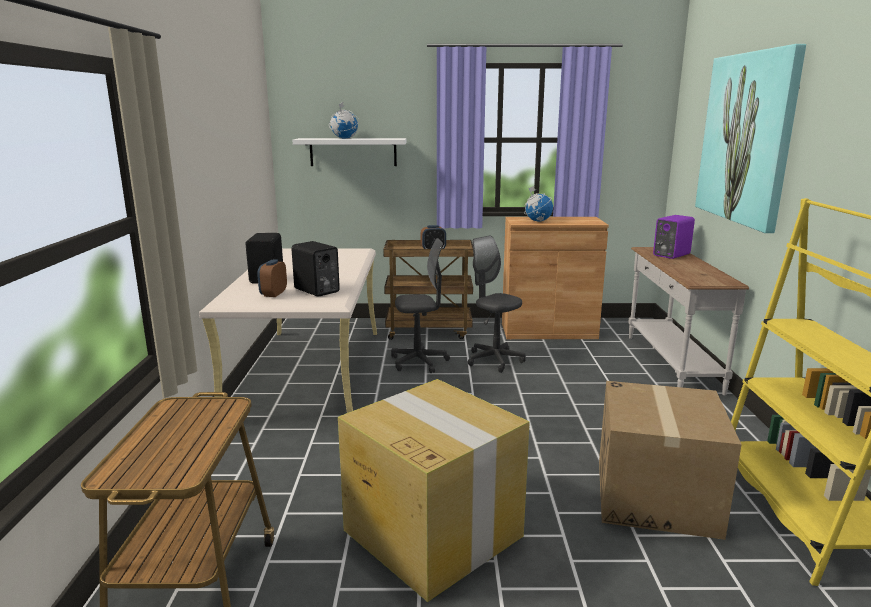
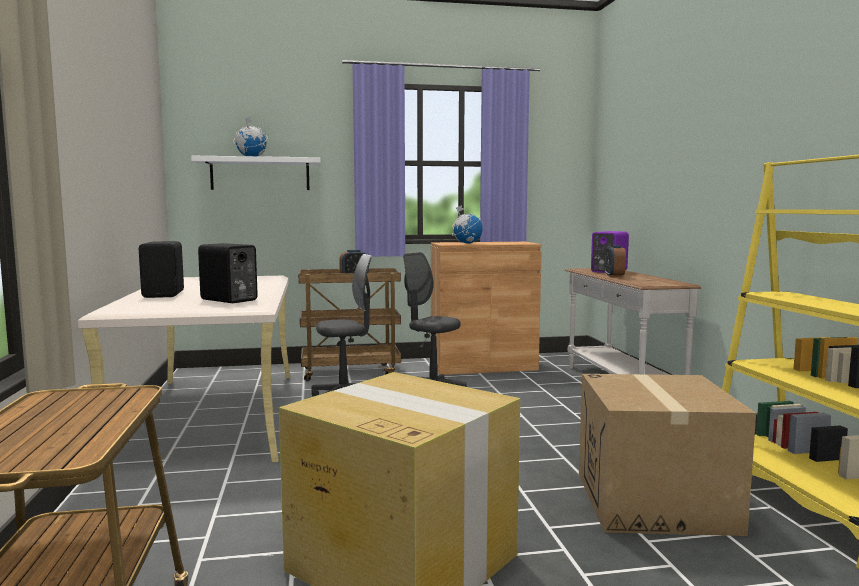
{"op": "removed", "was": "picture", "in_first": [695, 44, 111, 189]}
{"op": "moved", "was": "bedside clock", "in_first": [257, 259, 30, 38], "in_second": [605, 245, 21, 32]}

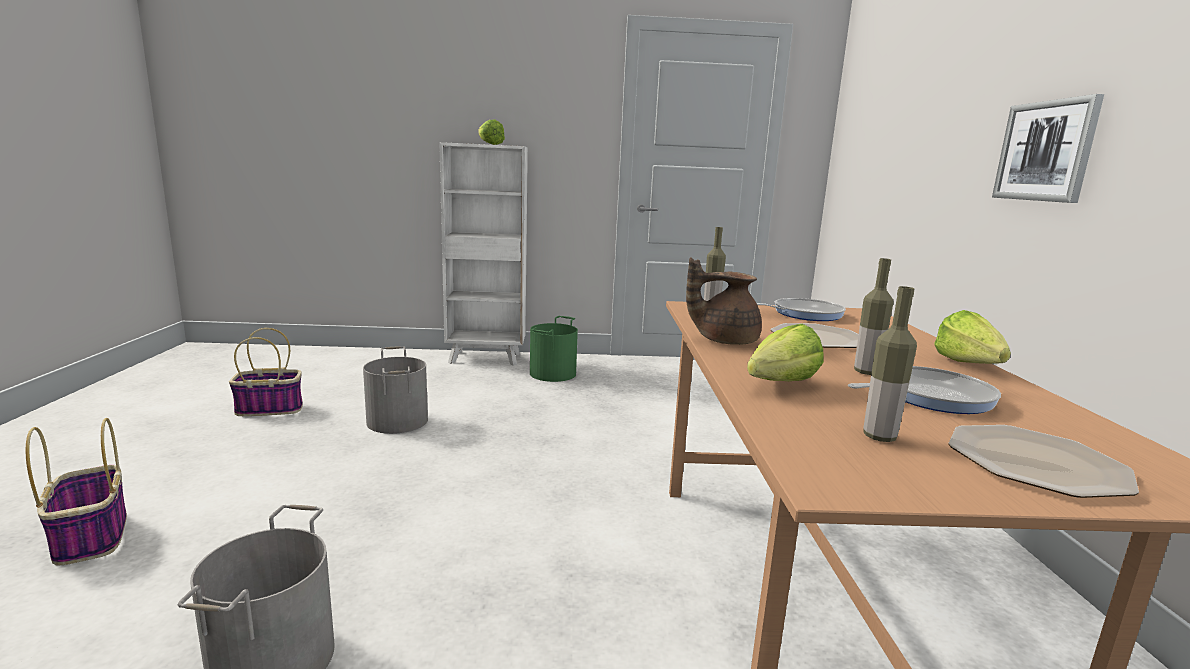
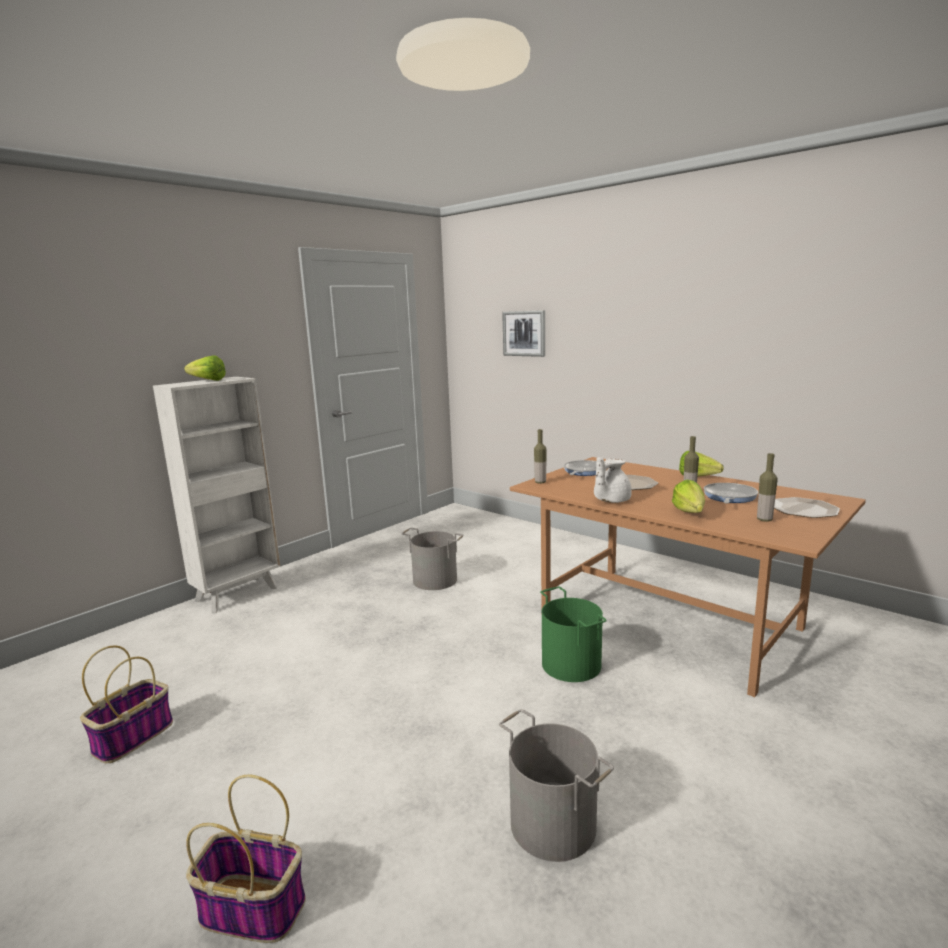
{"op": "moved", "was": "grey water bucket", "in_first": [363, 346, 65, 88], "in_second": [401, 528, 63, 62]}
{"op": "moved", "was": "green water bucket", "in_first": [530, 316, 48, 66], "in_second": [540, 586, 67, 96]}
{"op": "moved", "was": "picture", "in_first": [992, 94, 112, 109], "in_second": [502, 310, 43, 47]}
{"op": "recoloured", "was": "brown tea pot", "now": "white-coloured tea pot", "in_first": [686, 258, 76, 87], "in_second": [594, 457, 38, 46]}

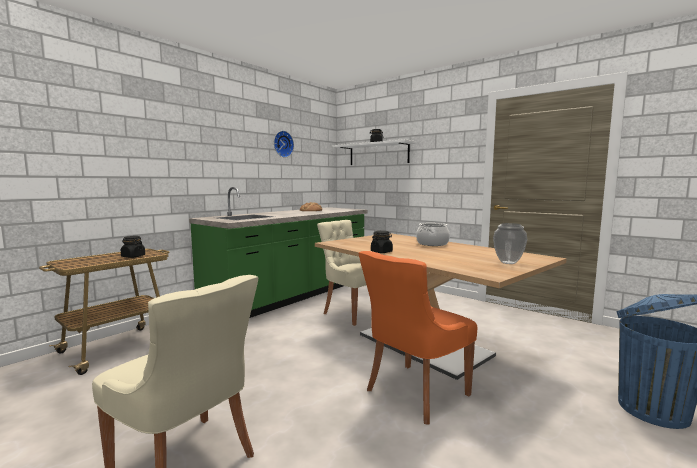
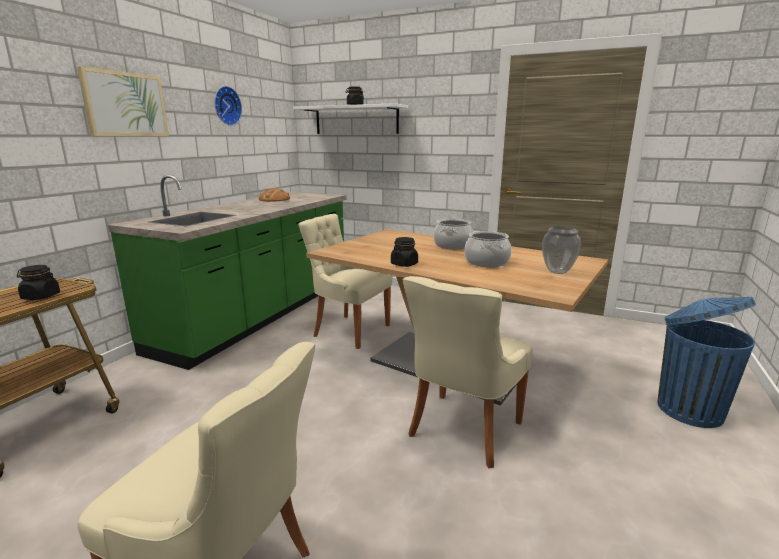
{"op": "added", "now": "picture", "in_second": [77, 66, 92, 70]}
{"op": "added", "now": "saucepot", "in_second": [464, 231, 47, 36]}
{"op": "recoloured", "was": "orangey upright chair", "now": "sand-coloured upright chair", "in_first": [358, 251, 119, 173], "in_second": [403, 276, 130, 192]}

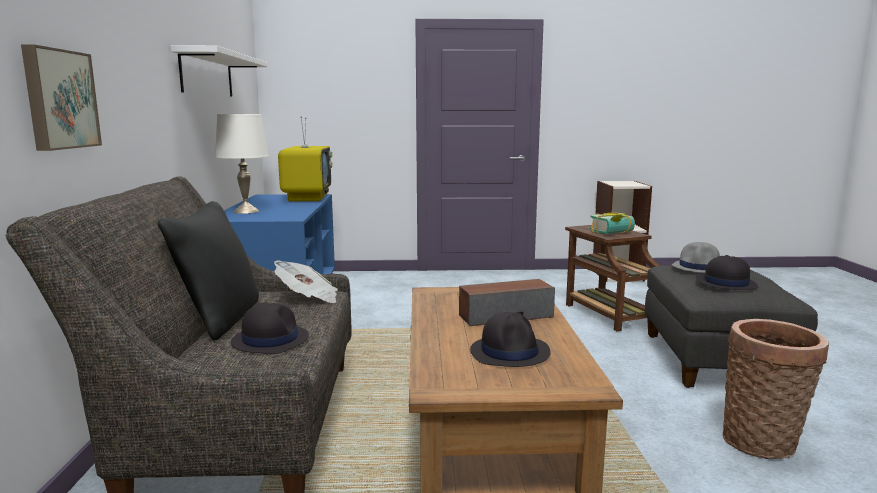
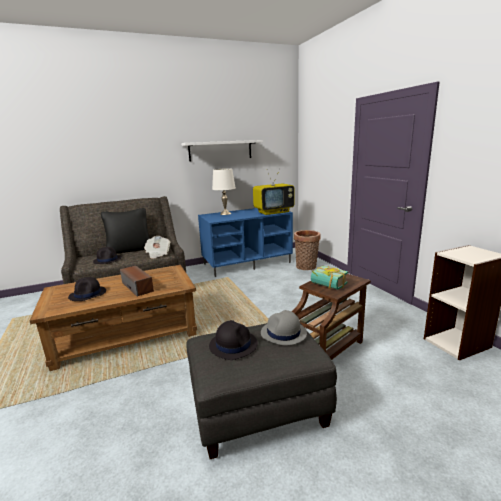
{"op": "removed", "was": "picture", "in_first": [21, 44, 81, 107]}
{"op": "moved", "was": "basket", "in_first": [723, 319, 106, 140], "in_second": [294, 230, 26, 40]}

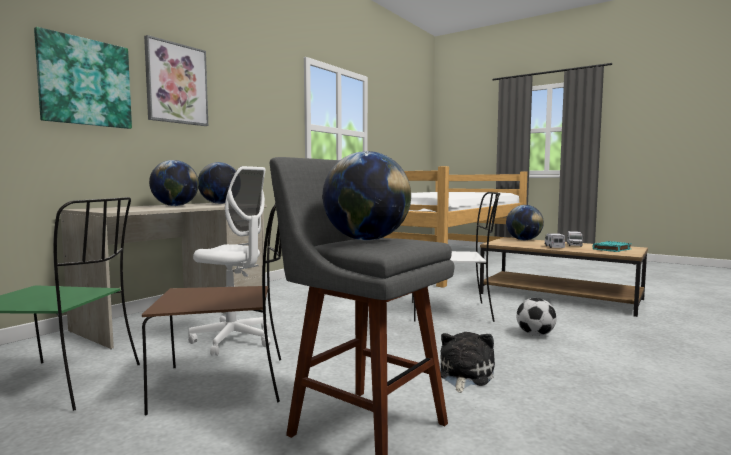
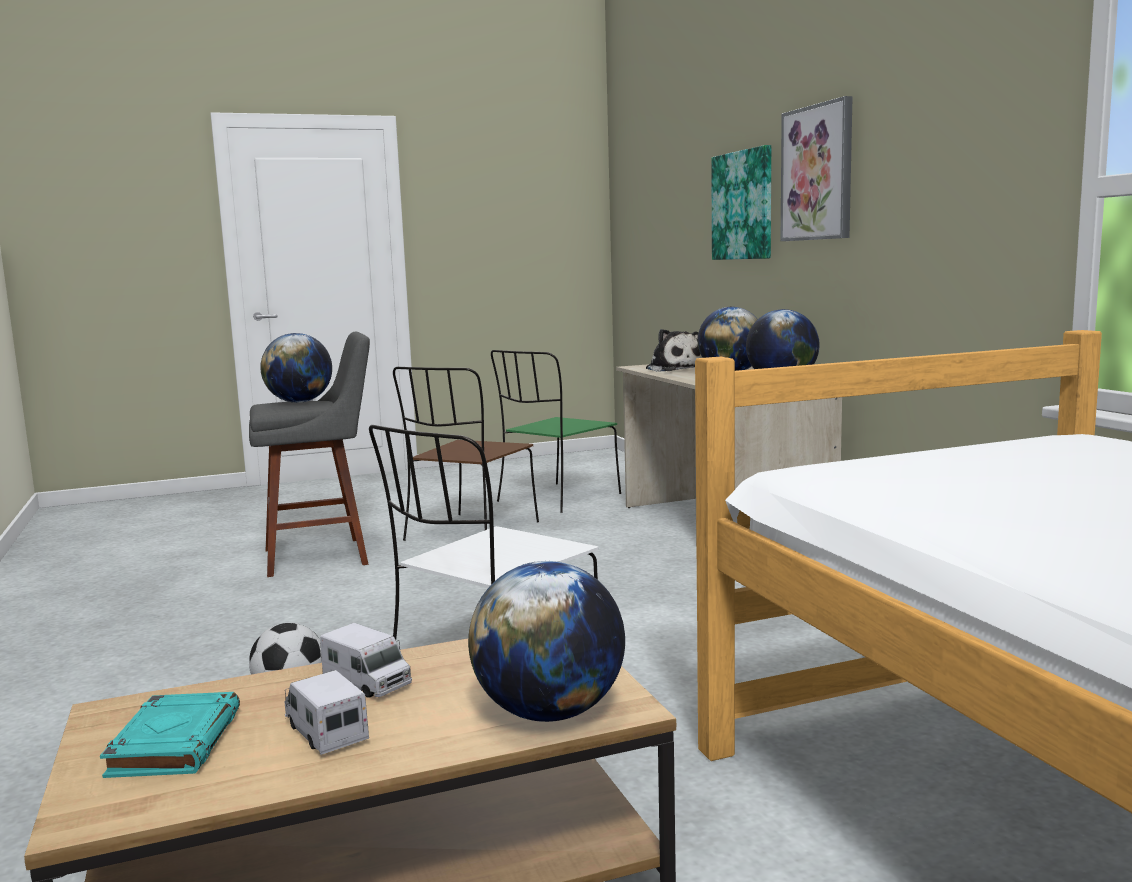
{"op": "removed", "was": "white-coloured desk chair", "in_first": [188, 166, 83, 190]}
{"op": "moved", "was": "soft toy", "in_first": [440, 332, 55, 61], "in_second": [646, 329, 56, 43]}

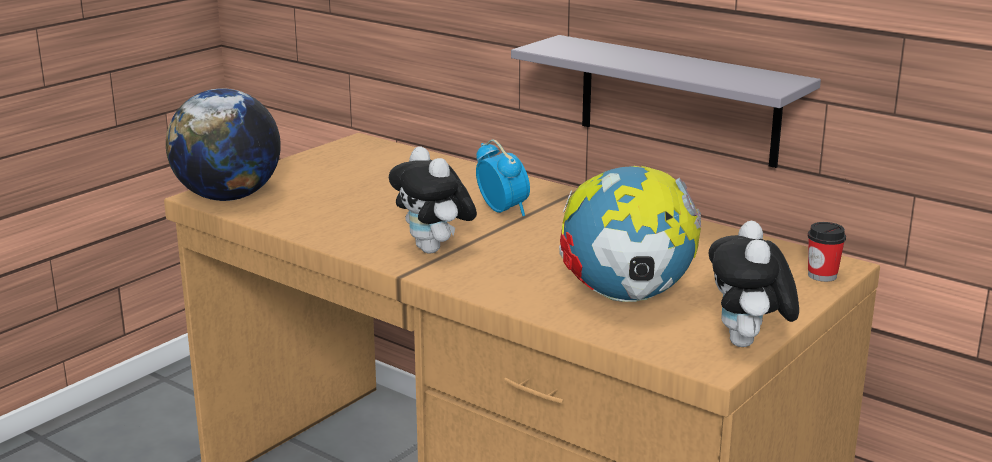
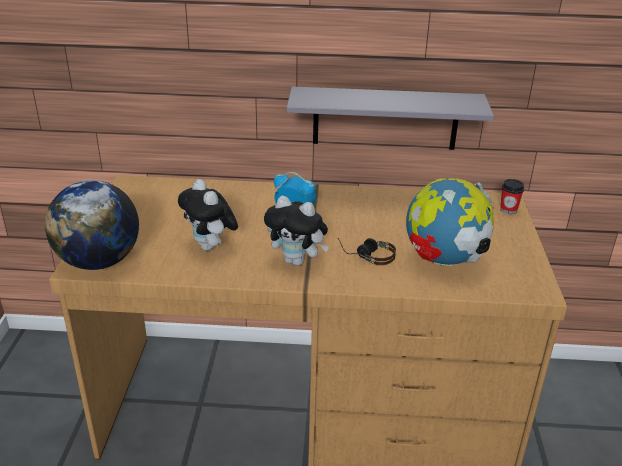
{"op": "added", "now": "pair of headphones", "in_second": [338, 238, 58, 27]}
{"op": "moved", "was": "soft toy", "in_first": [709, 221, 90, 126], "in_second": [178, 179, 60, 72]}

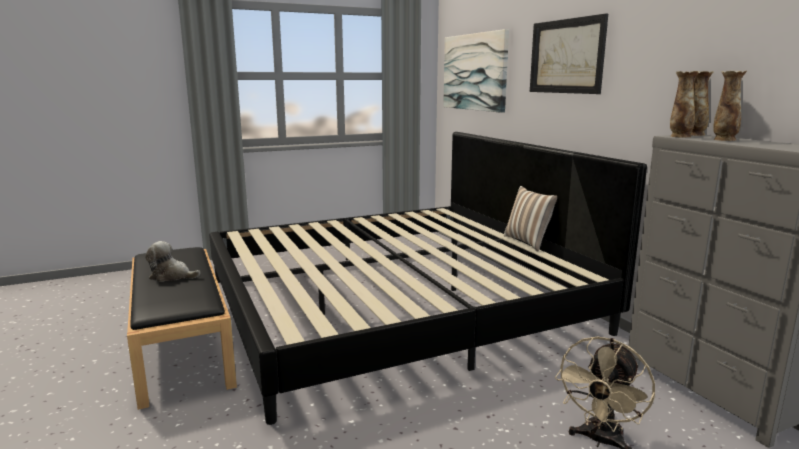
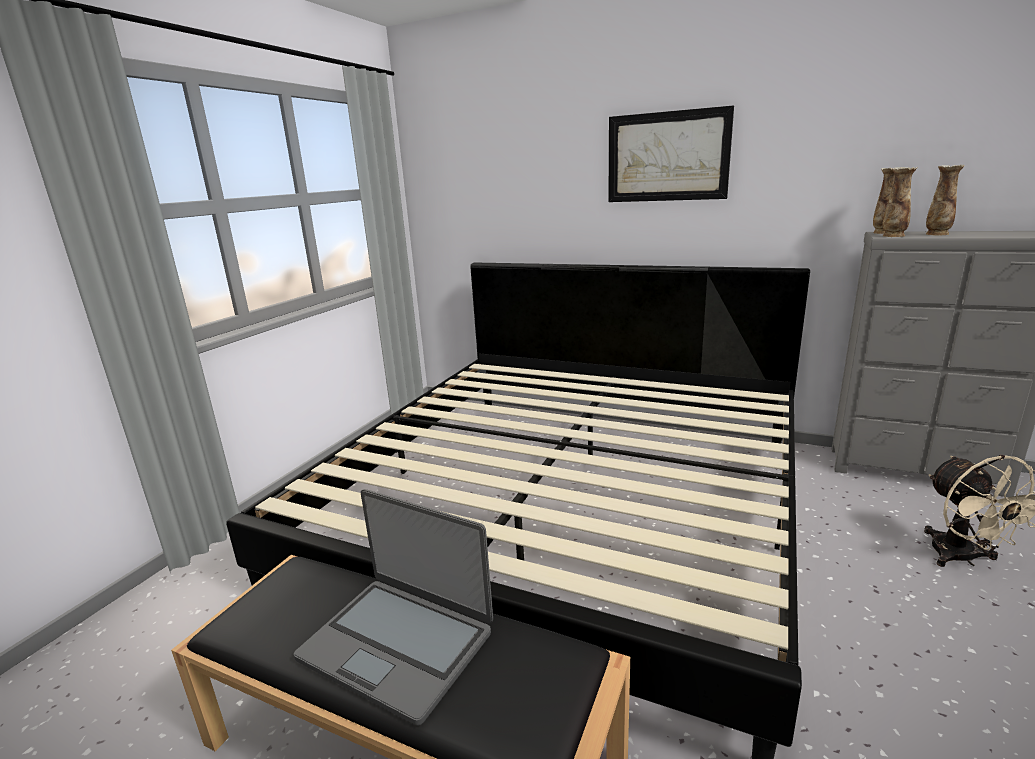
{"op": "removed", "was": "picture", "in_first": [443, 29, 66, 84]}
{"op": "removed", "was": "cushion", "in_first": [504, 186, 53, 66]}
{"op": "replaced", "was": "soft toy", "now": "notebook computer", "in_first": [145, 241, 55, 41], "in_second": [294, 489, 199, 237]}

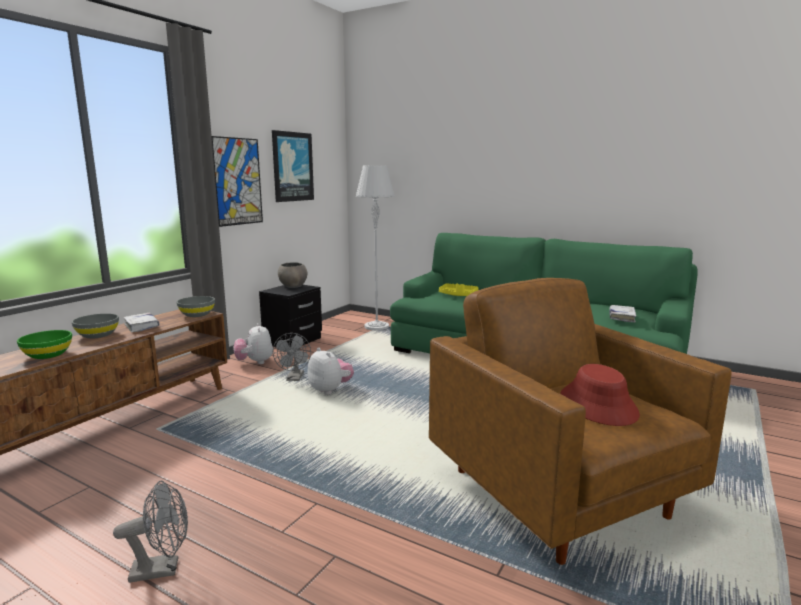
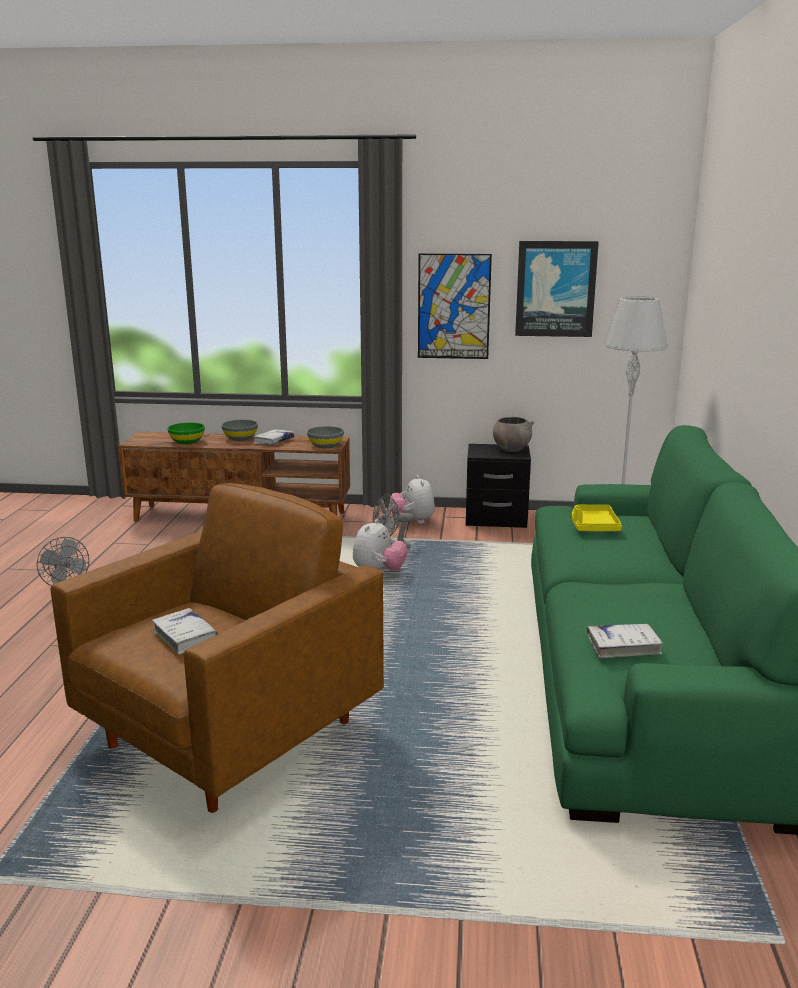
{"op": "replaced", "was": "reddish clothing hat", "now": "white-coloured bound book", "in_first": [560, 364, 80, 62], "in_second": [152, 608, 66, 47]}
{"op": "turned", "was": "soft toy", "in_first": [233, 323, 40, 41], "in_second": [390, 475, 45, 49], "clockwise": -60}

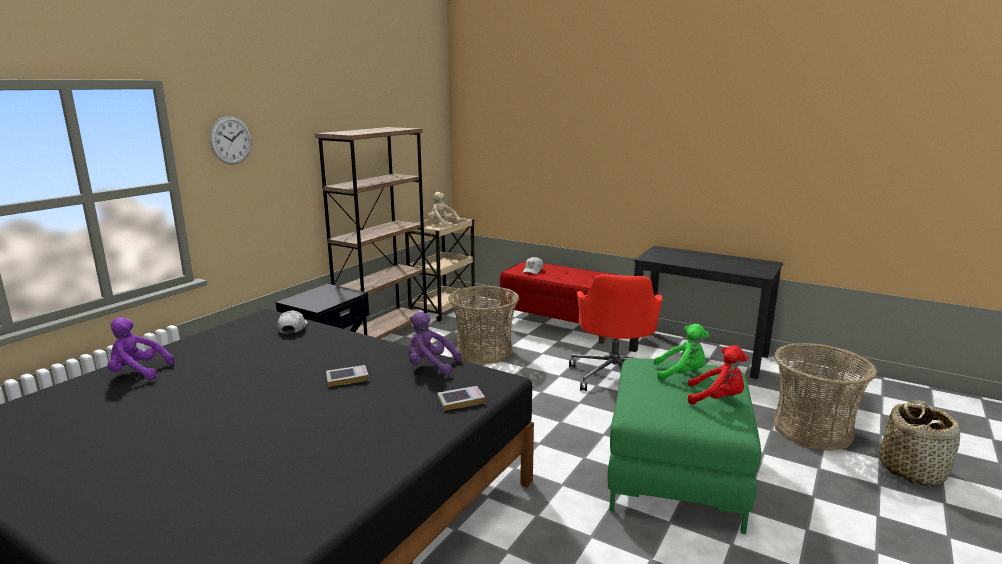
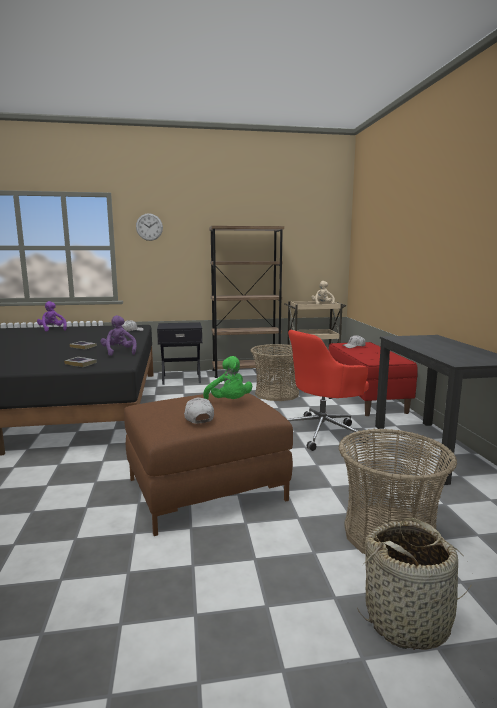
{"op": "replaced", "was": "reddish soft toy", "now": "white-coloured cap", "in_first": [688, 345, 60, 60], "in_second": [184, 397, 30, 27]}
{"op": "recoloured", "was": "green ottoman", "now": "brown ottoman", "in_first": [607, 358, 154, 176], "in_second": [124, 393, 169, 143]}

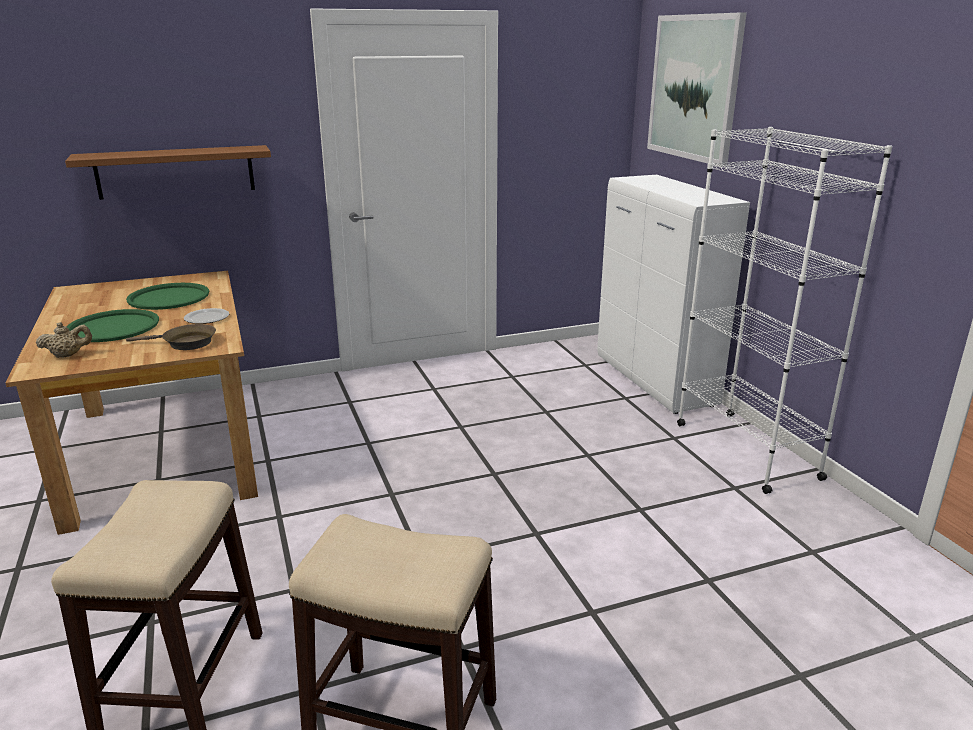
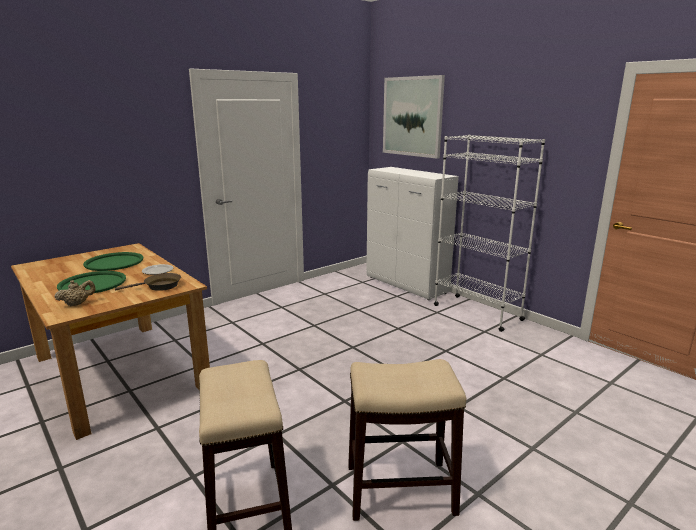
{"op": "removed", "was": "brown wall shelf", "in_first": [65, 145, 206, 55]}

